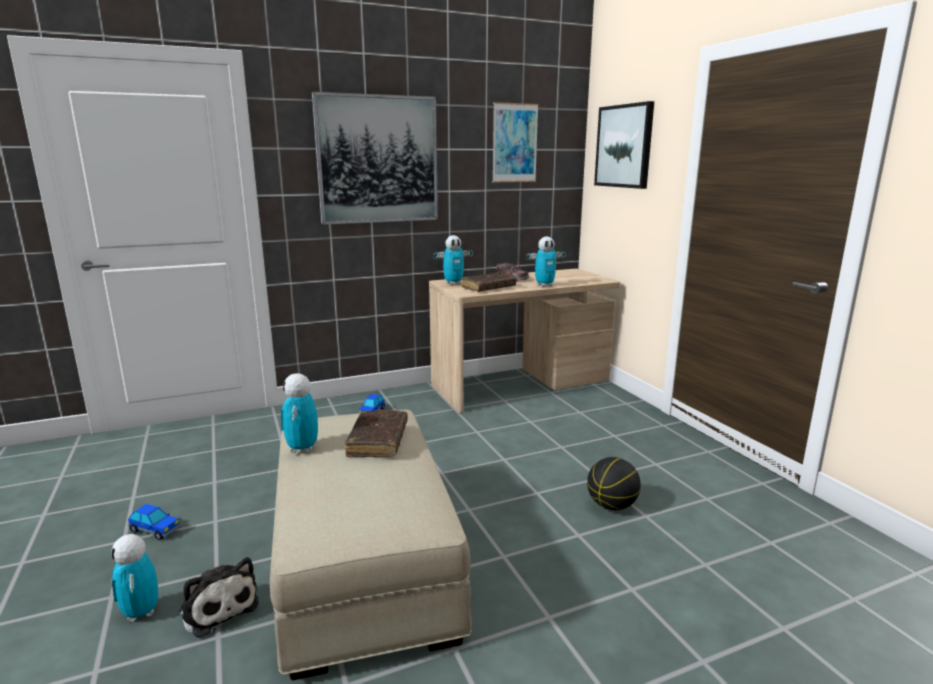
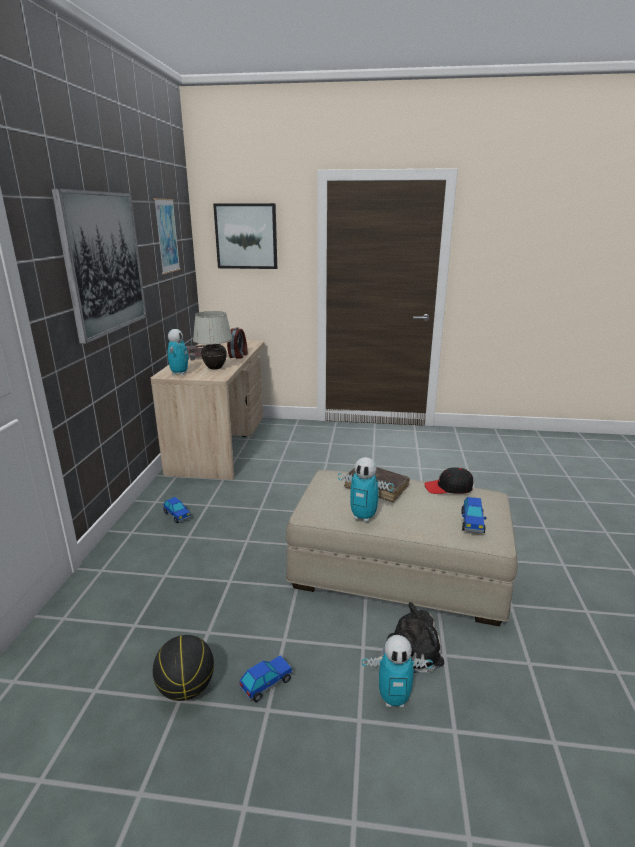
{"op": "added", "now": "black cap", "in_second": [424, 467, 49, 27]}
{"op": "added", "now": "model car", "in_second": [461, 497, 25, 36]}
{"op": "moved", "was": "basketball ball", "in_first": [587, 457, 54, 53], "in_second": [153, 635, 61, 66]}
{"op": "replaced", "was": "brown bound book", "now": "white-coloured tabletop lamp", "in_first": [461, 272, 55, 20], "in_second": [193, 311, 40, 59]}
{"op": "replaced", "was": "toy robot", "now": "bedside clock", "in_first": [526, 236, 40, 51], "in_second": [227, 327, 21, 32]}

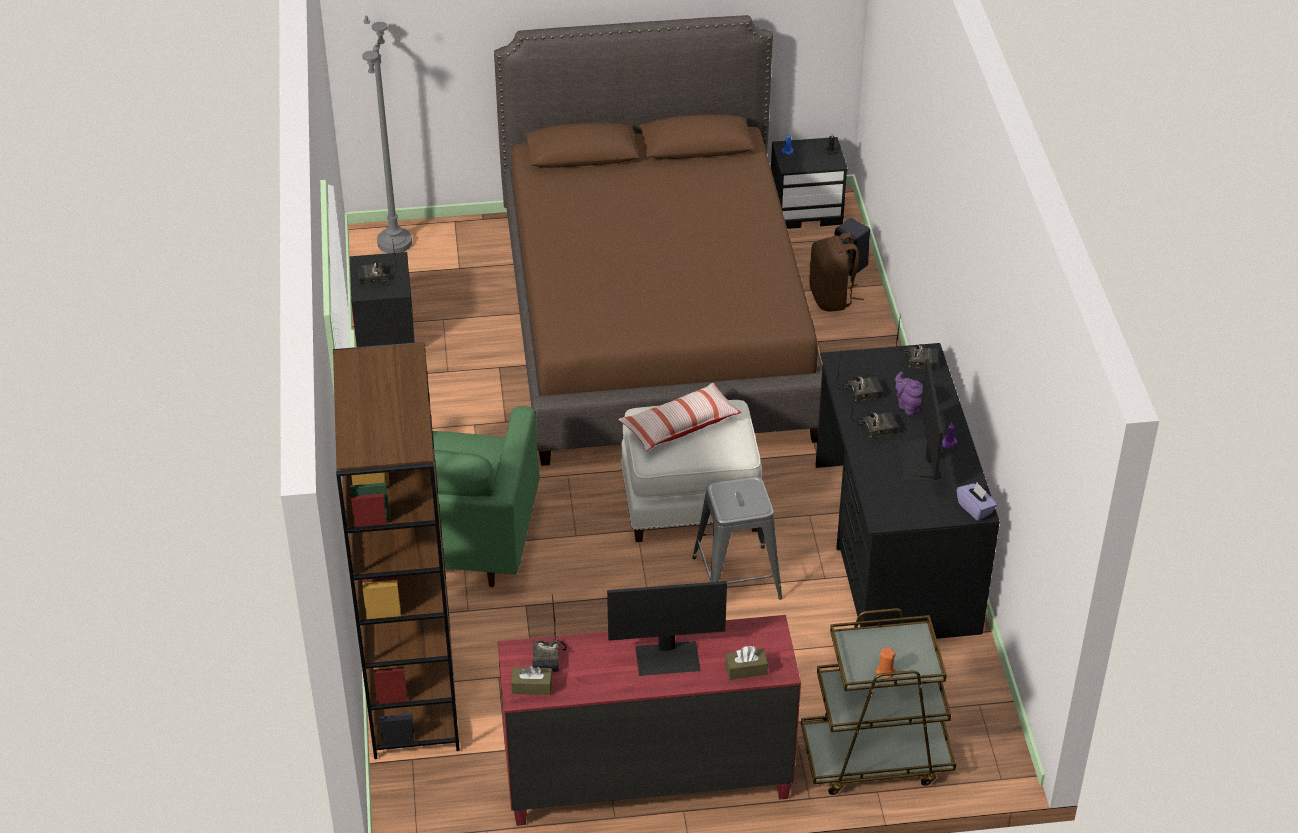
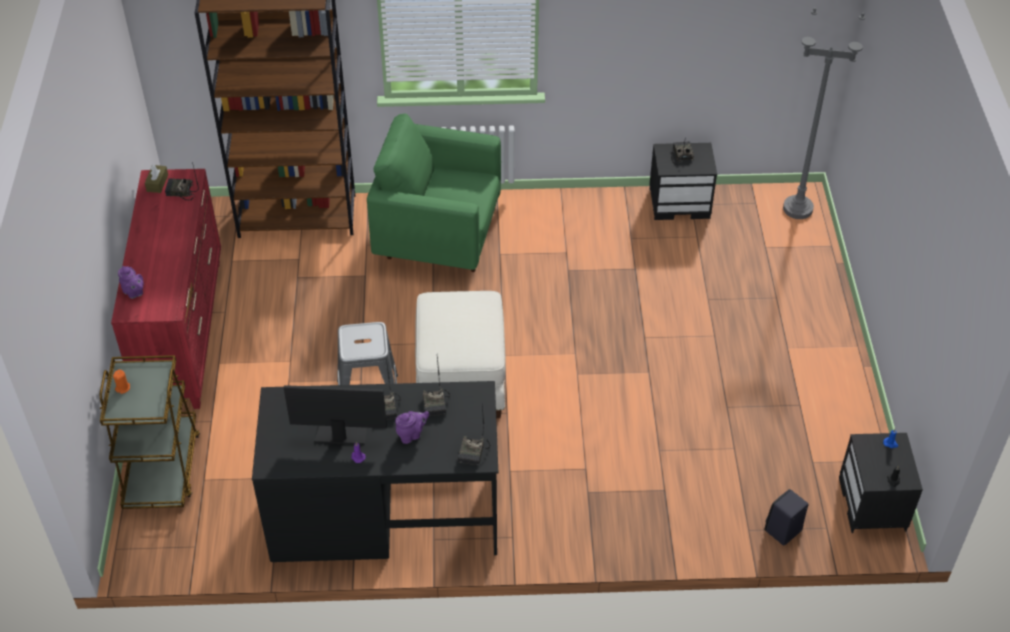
{"op": "removed", "was": "brown sleeping bed", "in_first": [494, 15, 328, 451]}
{"op": "removed", "was": "computer screen", "in_first": [607, 581, 120, 95]}
{"op": "removed", "was": "cushion", "in_first": [619, 382, 123, 69]}
{"op": "removed", "was": "brown backpack", "in_first": [809, 233, 55, 79]}
{"op": "removed", "was": "purple-coloured tissue box", "in_first": [957, 483, 40, 38]}
{"op": "replaced", "was": "brown tissue box", "now": "purple-coloured tea pot", "in_first": [725, 646, 43, 34], "in_second": [118, 266, 26, 33]}

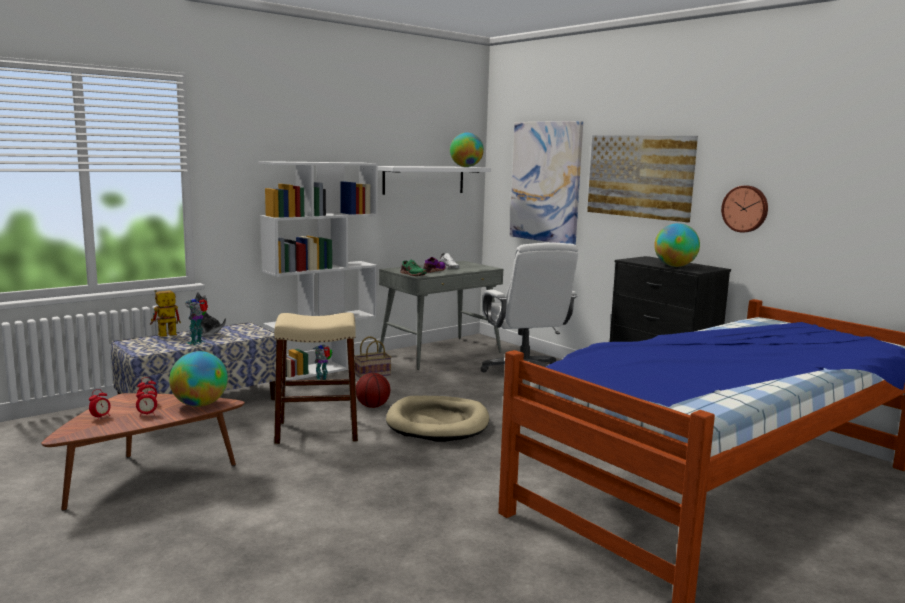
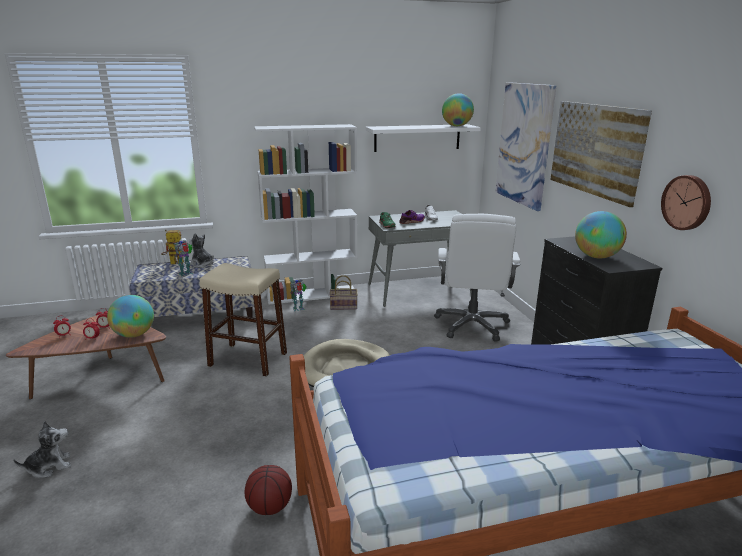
{"op": "added", "now": "soft toy", "in_second": [13, 421, 58, 57]}
{"op": "moved", "was": "basketball ball", "in_first": [356, 373, 34, 35], "in_second": [244, 465, 48, 50]}

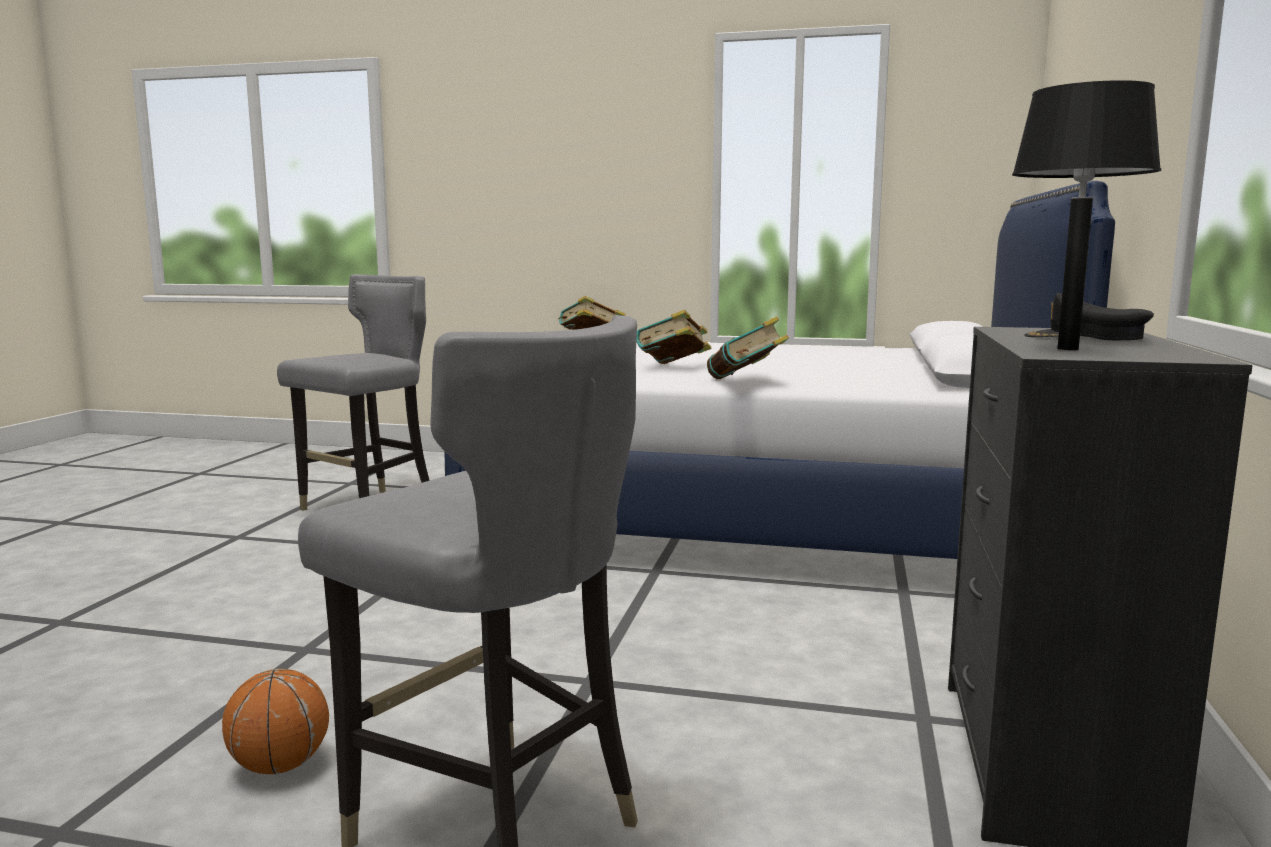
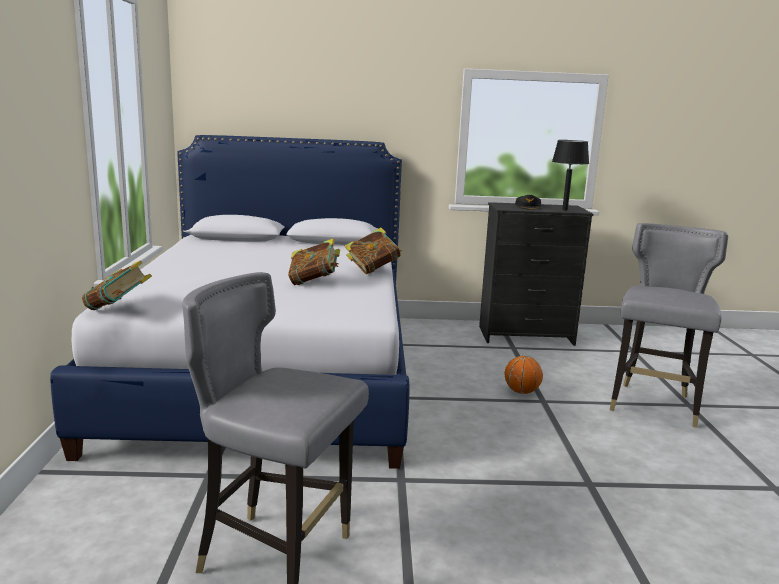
{"op": "moved", "was": "basketball ball", "in_first": [222, 669, 107, 105], "in_second": [505, 356, 38, 38]}

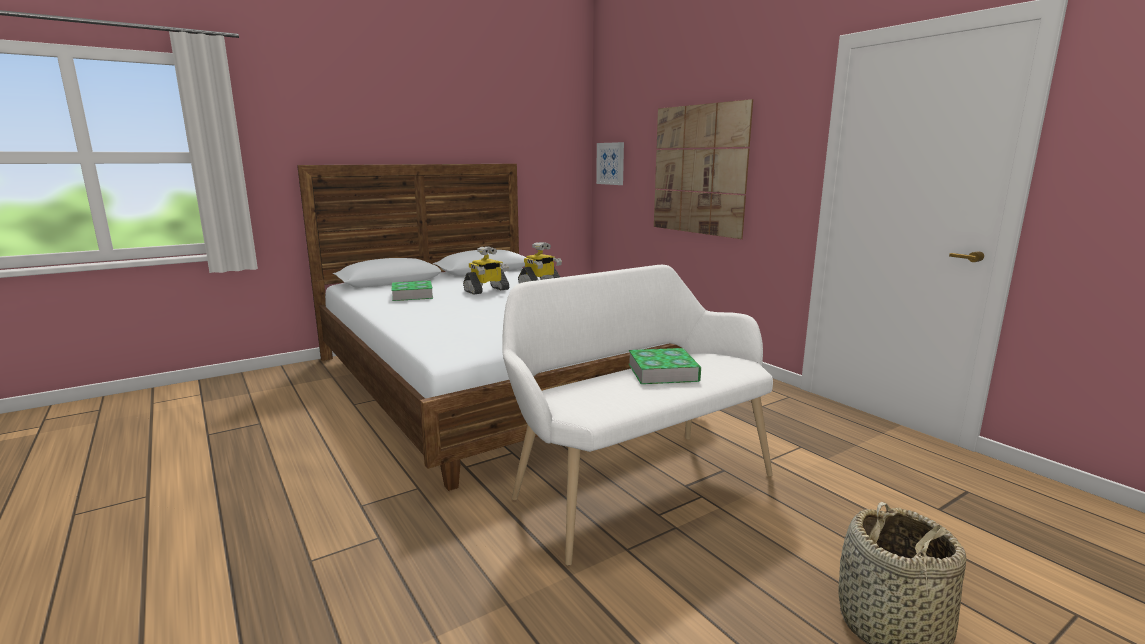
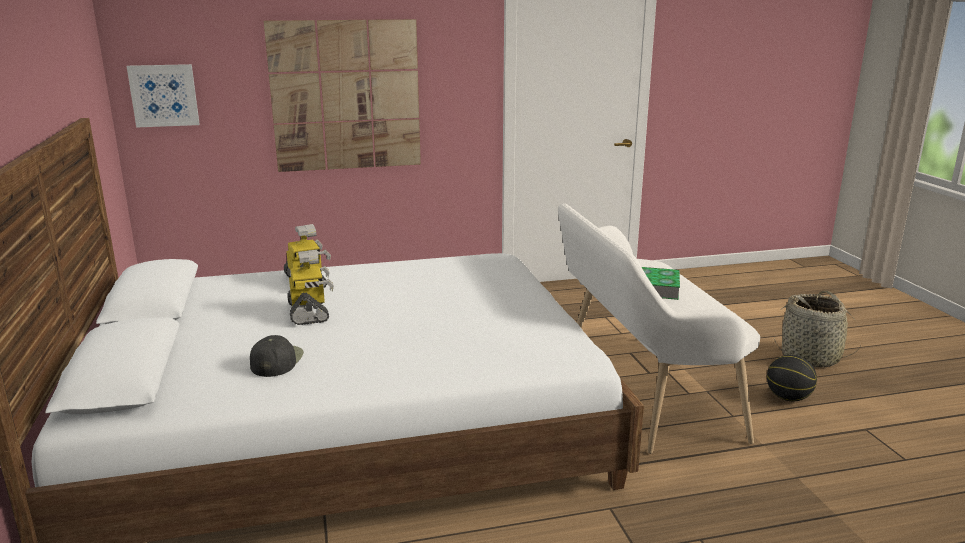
{"op": "added", "now": "basketball ball", "in_second": [767, 355, 50, 46]}
{"op": "replaced", "was": "bound book", "now": "black cap", "in_first": [391, 280, 42, 21], "in_second": [250, 335, 54, 42]}

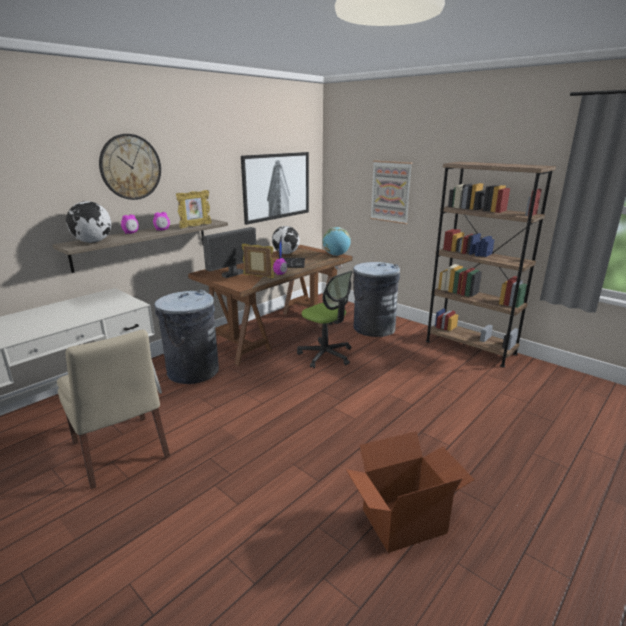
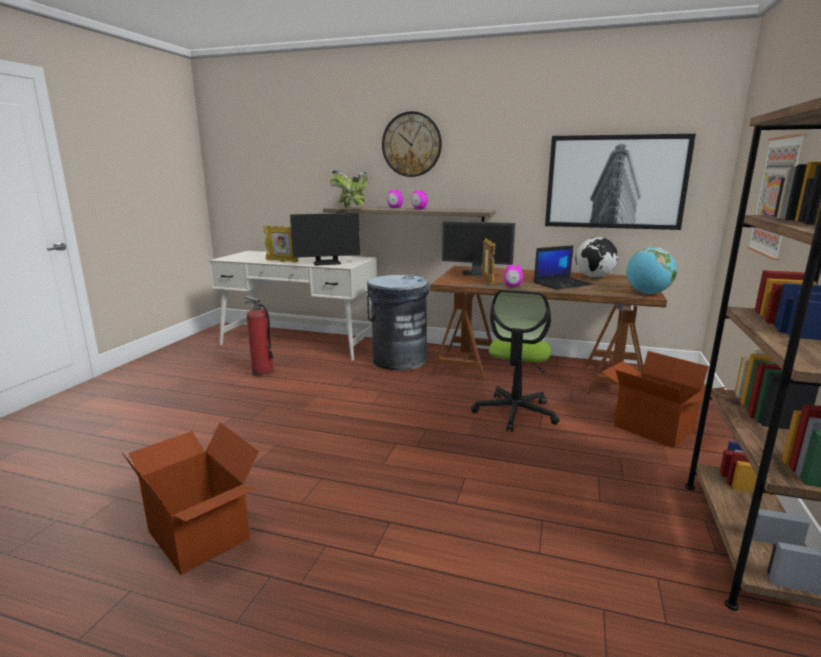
{"op": "added", "now": "computer screen", "in_second": [290, 213, 70, 52]}
{"op": "moved", "was": "picture frame", "in_first": [176, 190, 36, 38], "in_second": [263, 225, 36, 37]}
{"op": "replaced", "was": "sand-coloured upright chair", "now": "extinguisher", "in_first": [57, 329, 113, 160], "in_second": [243, 295, 31, 82]}
{"op": "replaced", "was": "world globe", "now": "houseplant", "in_first": [66, 201, 45, 42], "in_second": [330, 171, 38, 37]}
{"op": "replaced", "was": "grey waste bin", "now": "cardboard box", "in_first": [353, 262, 47, 75], "in_second": [602, 351, 124, 97]}

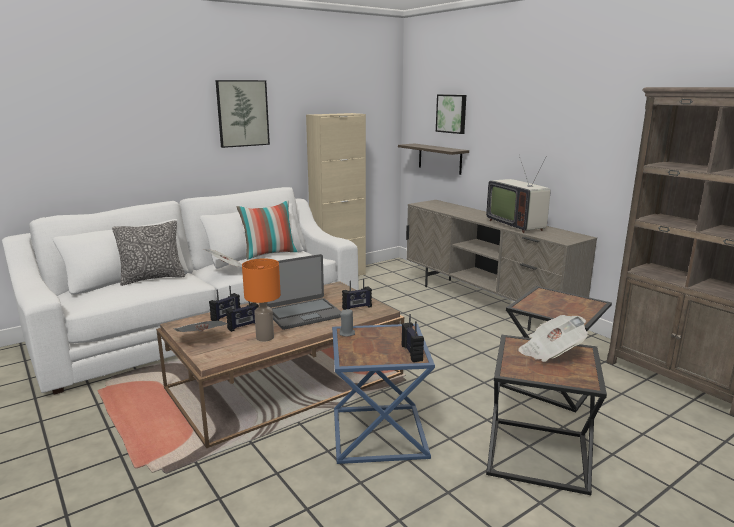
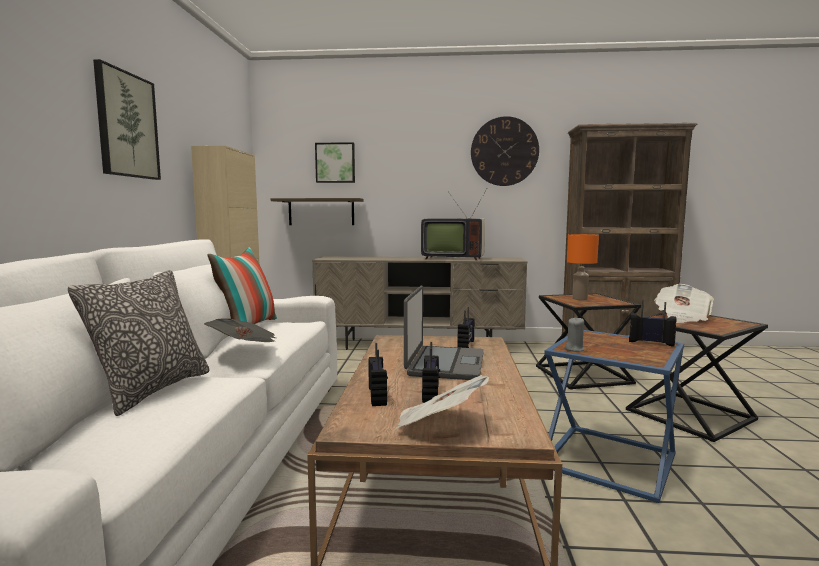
{"op": "added", "now": "clock on the wall", "in_second": [471, 116, 68, 70]}
{"op": "moved", "was": "orangey tabletop lamp", "in_first": [242, 258, 39, 84], "in_second": [567, 234, 32, 66]}

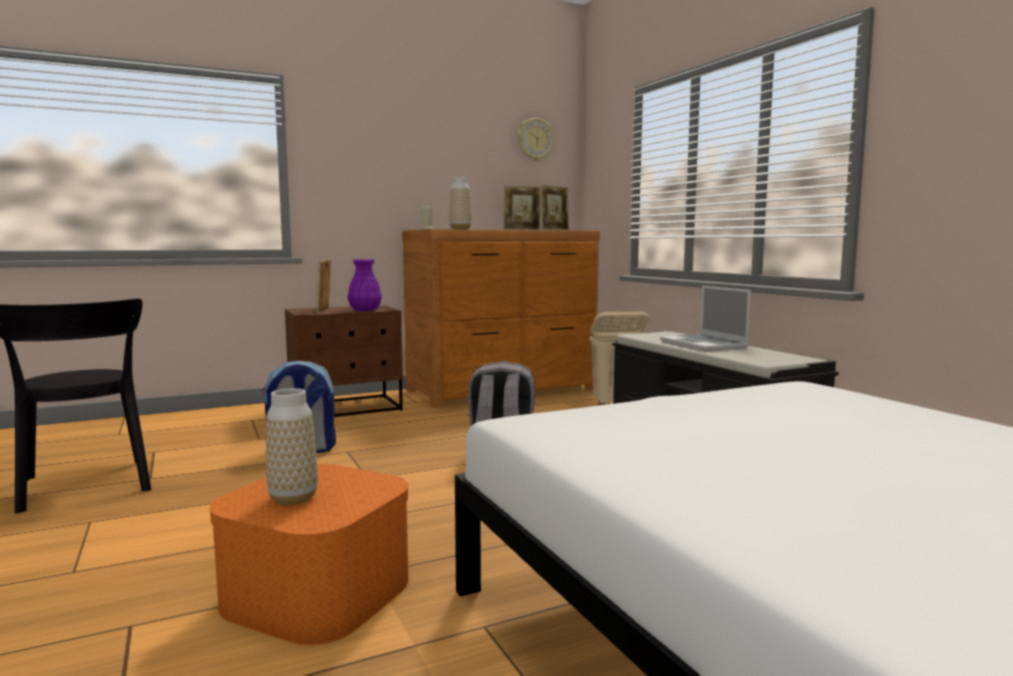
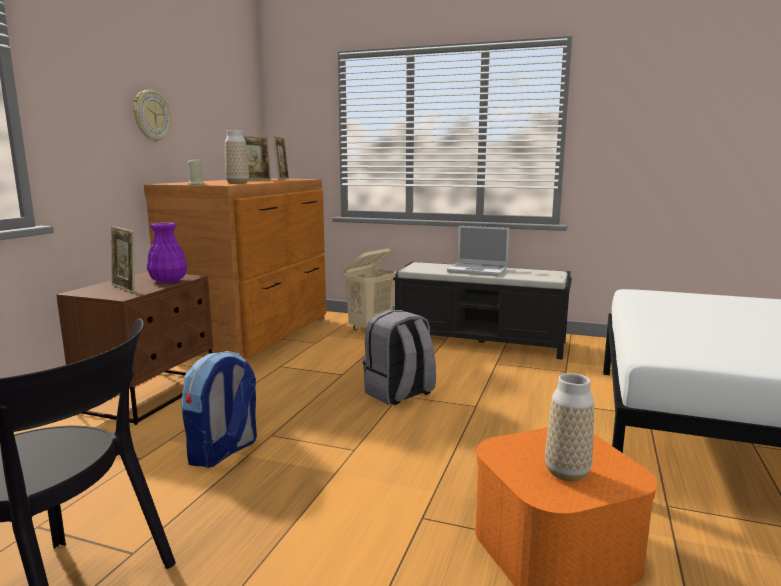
{"op": "moved", "was": "clock on the wall", "in_first": [518, 118, 37, 43], "in_second": [133, 90, 38, 52]}

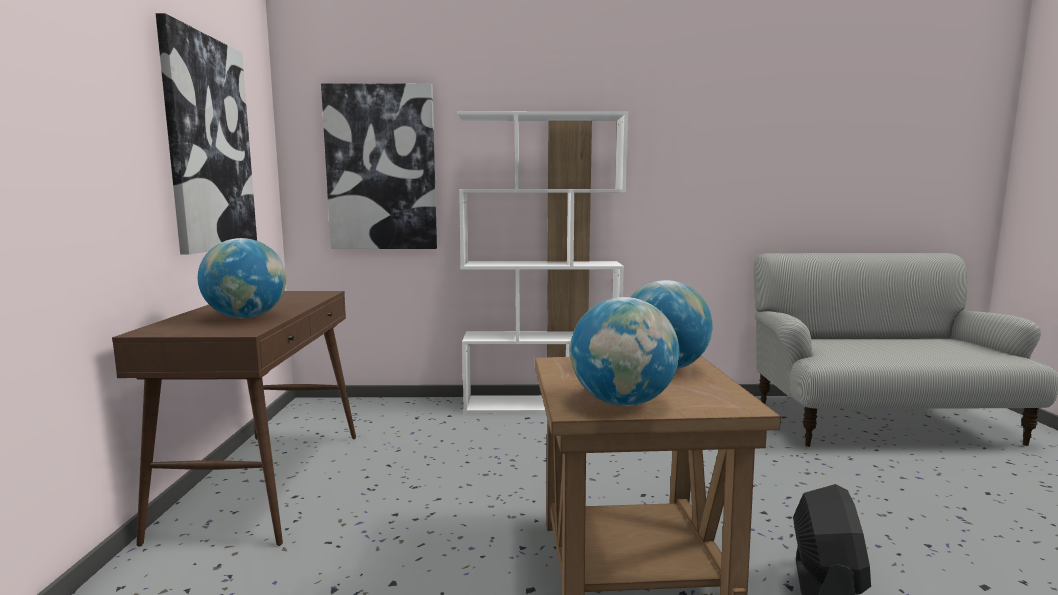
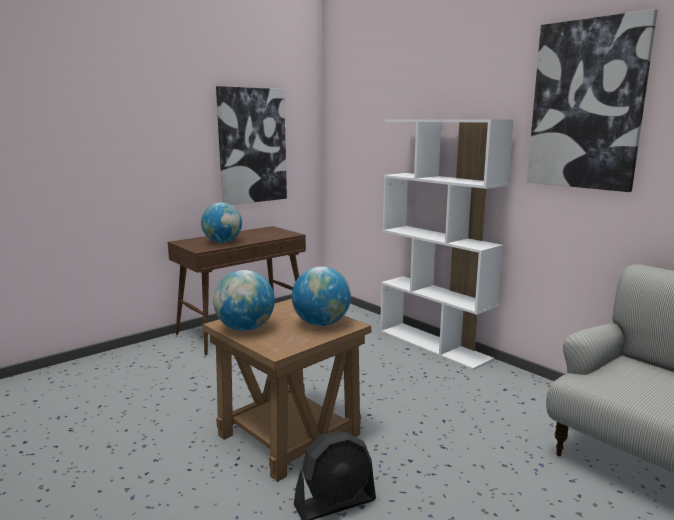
{"op": "moved", "was": "picture", "in_first": [321, 83, 116, 166], "in_second": [527, 9, 131, 183]}

